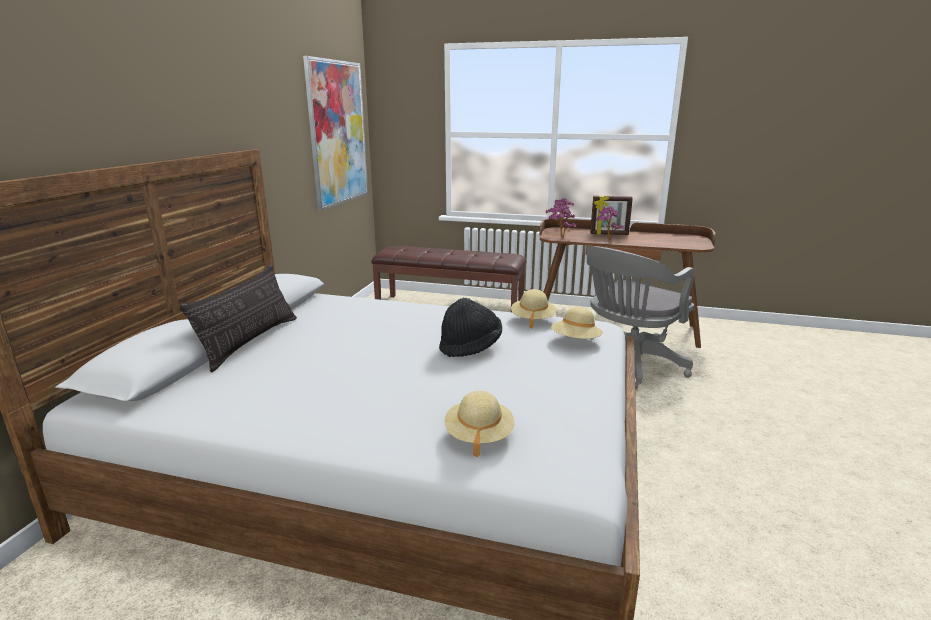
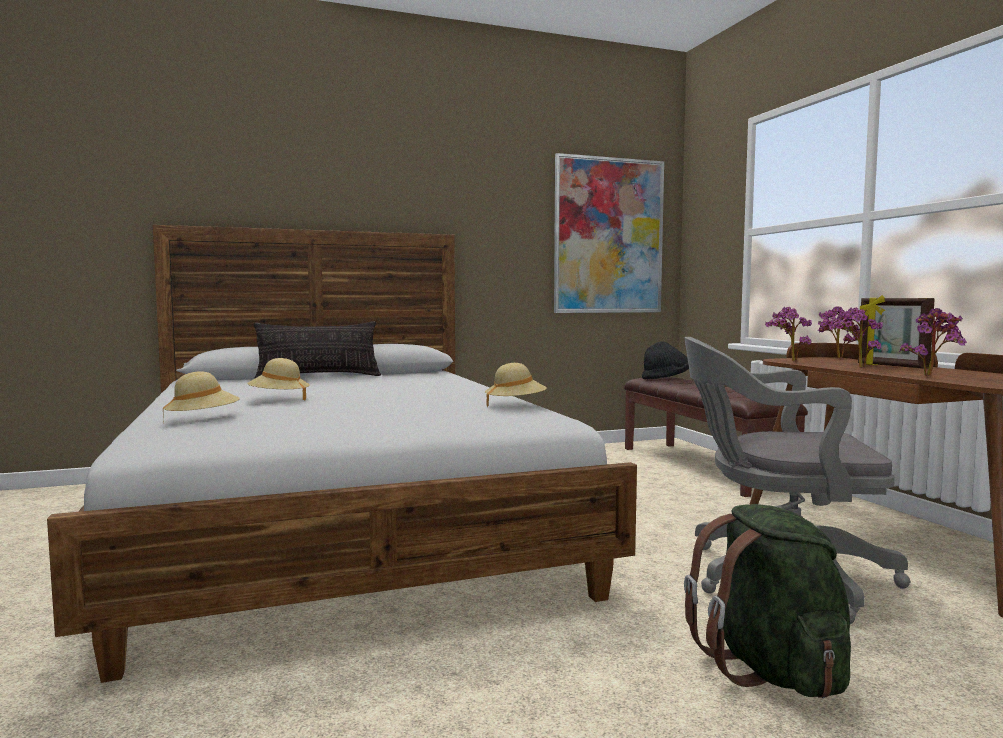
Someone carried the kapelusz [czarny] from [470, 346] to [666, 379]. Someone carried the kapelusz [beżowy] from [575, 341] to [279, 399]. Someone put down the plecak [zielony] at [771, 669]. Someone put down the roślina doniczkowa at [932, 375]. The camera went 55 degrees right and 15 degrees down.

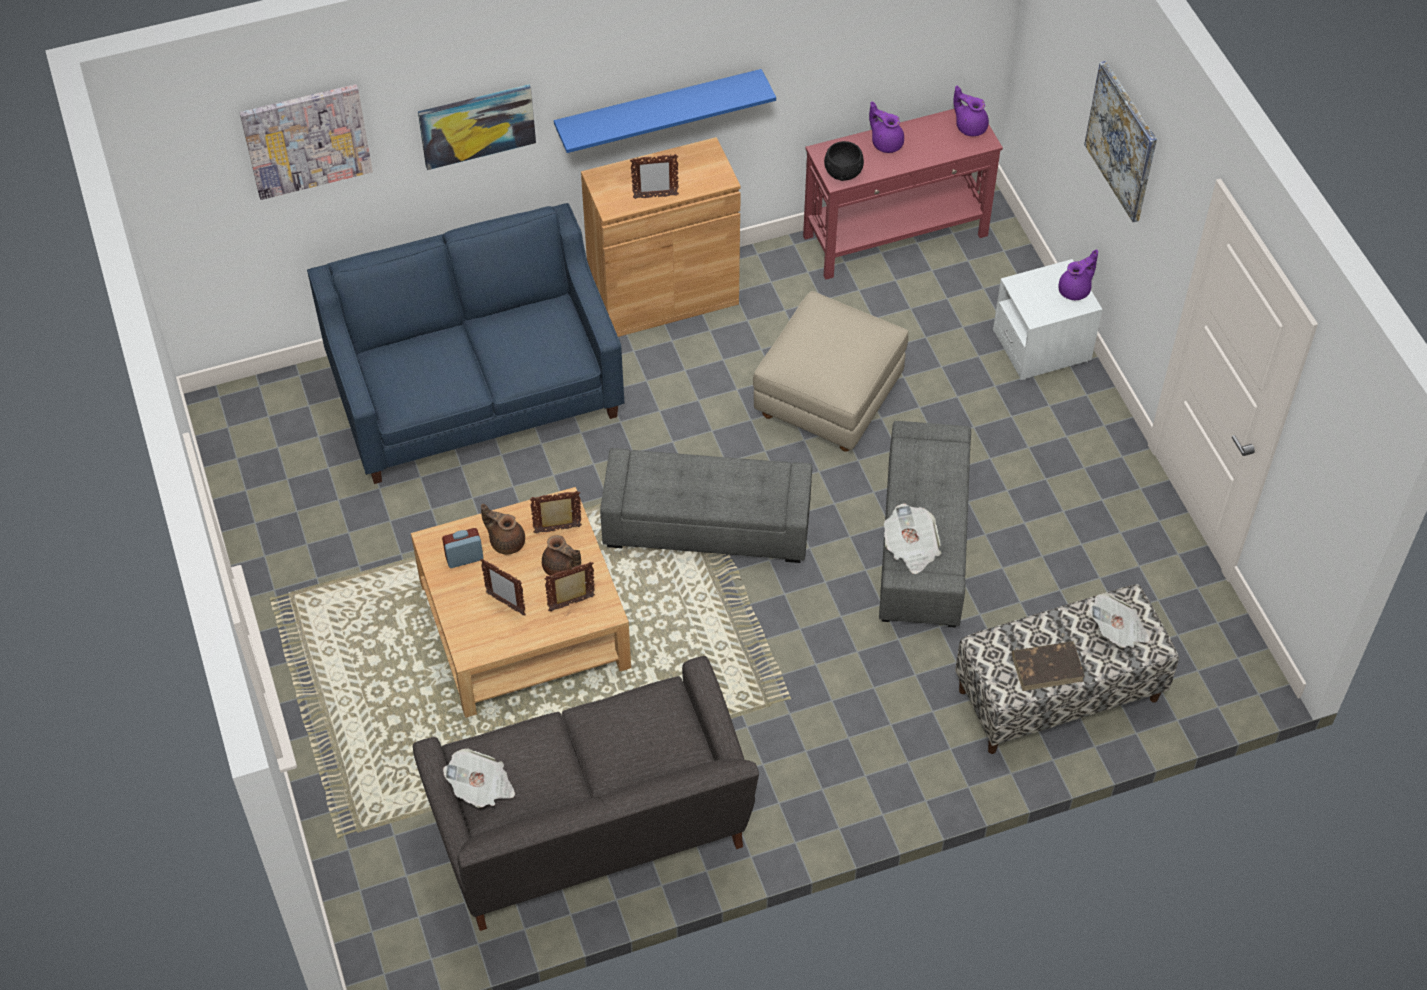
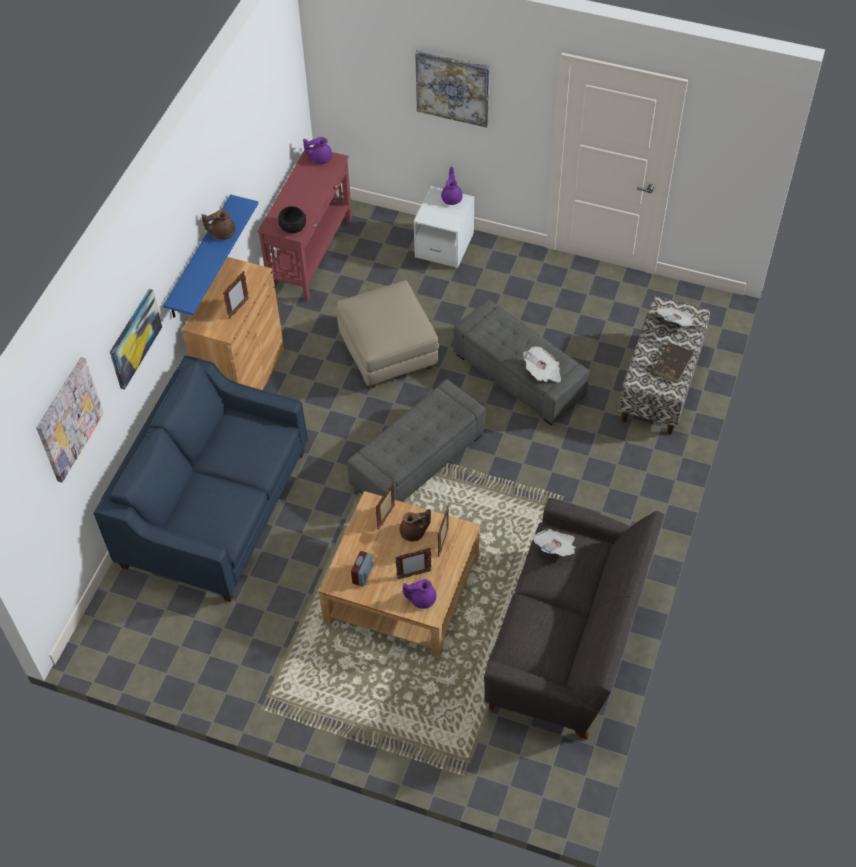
Someone carried the gazeta from [481, 788] to [555, 548]. Someone carried the imbryk [brązowy] from [506, 541] to [222, 233]. Someone carried the imbryk [fioletowy] from [886, 143] to [421, 599]. The camera went 50 degrees left and 0 degrees up.

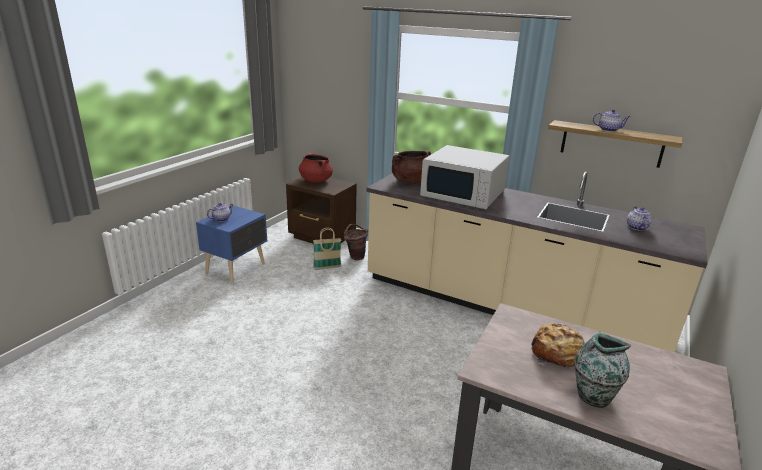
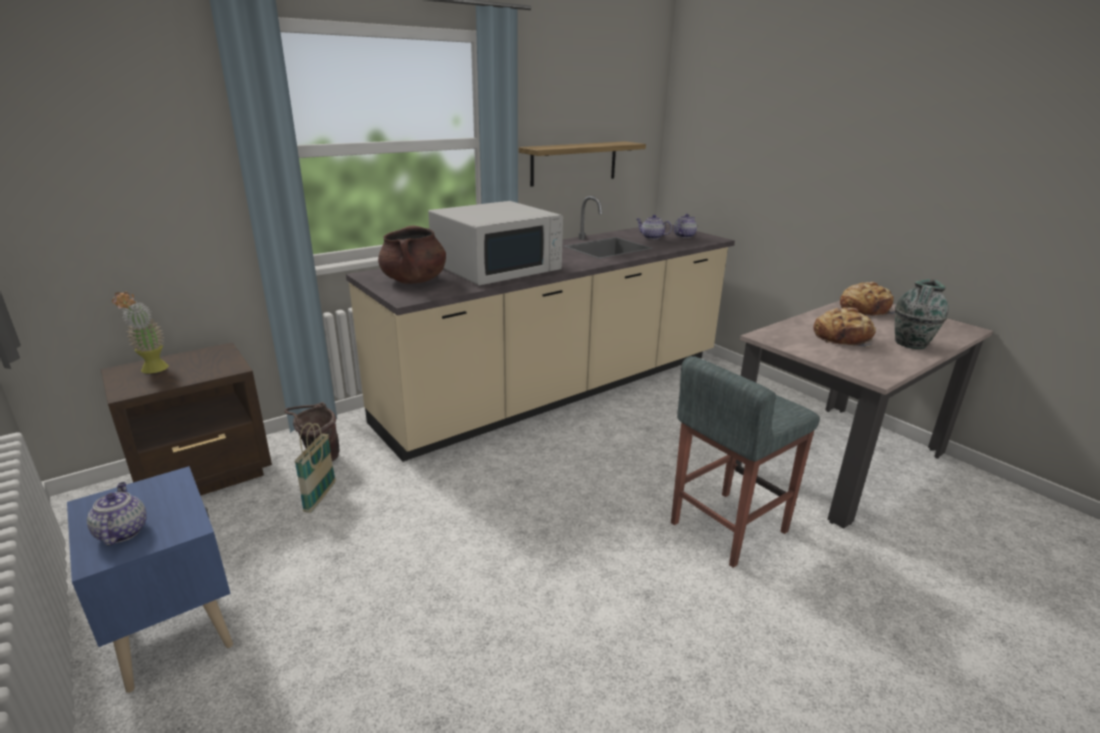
Someone swapped the garnek [czerwony] at [315, 180] for the roślina doniczkowa at [152, 371]. Someone carried the imbryk from [609, 130] to [684, 236]. Someone put down the stołek [szary] at [727, 527]. Someone put down the chleb at [864, 309]. The camera went 65 degrees left and 0 degrees up.

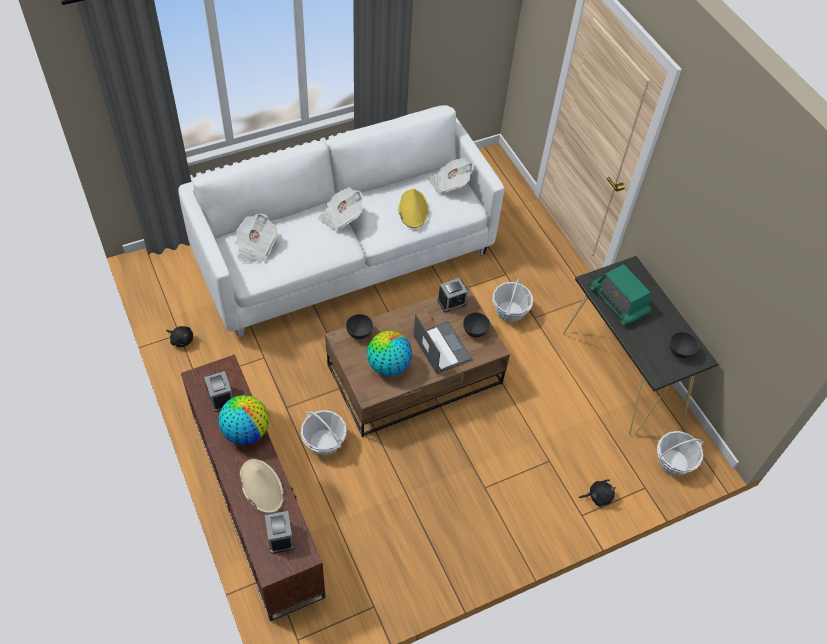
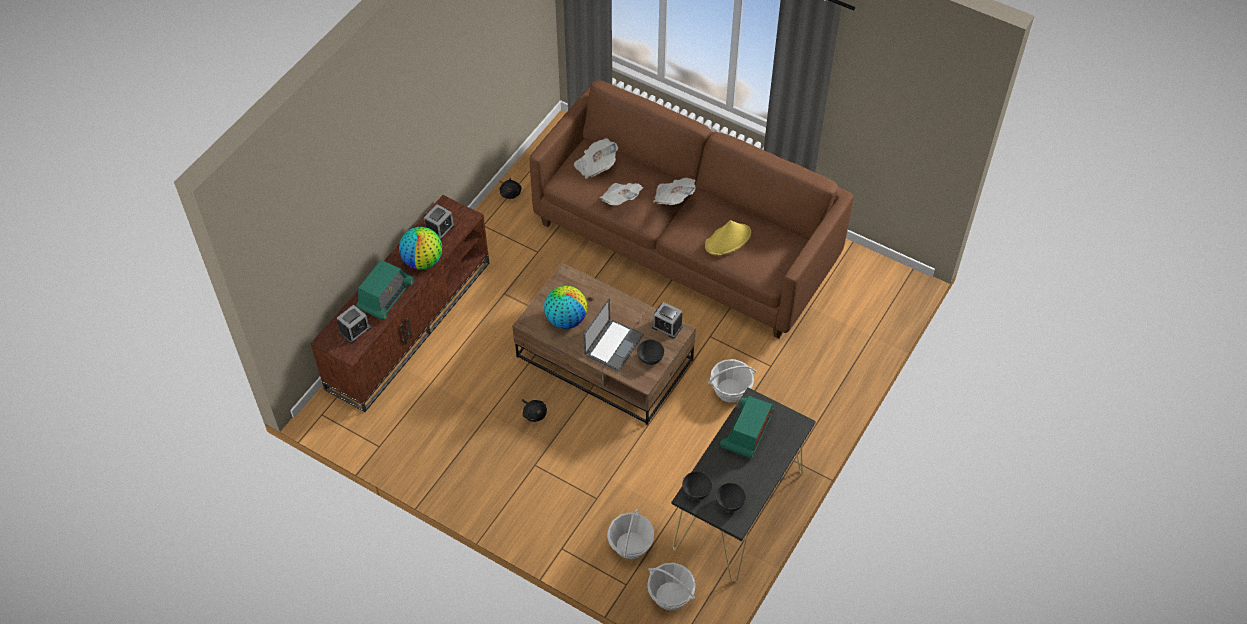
Someone repainted the kanapa [biały] at [345, 254], which became the kanapa [brązowy] at [686, 241]. Someone swapped the kapelusz [beżowy] at [261, 486] for the radio at [386, 296]. Someone carried the koszyk from [324, 442] to [630, 545]. Someone carried the miska [szary] from [359, 333] to [696, 492]. Someone carried the gazeta from [449, 183] to [621, 200]. Someone carried the pluszak [czarny] from [598, 496] to [534, 413]. The camera went 60 degrees right and 0 degrees up.

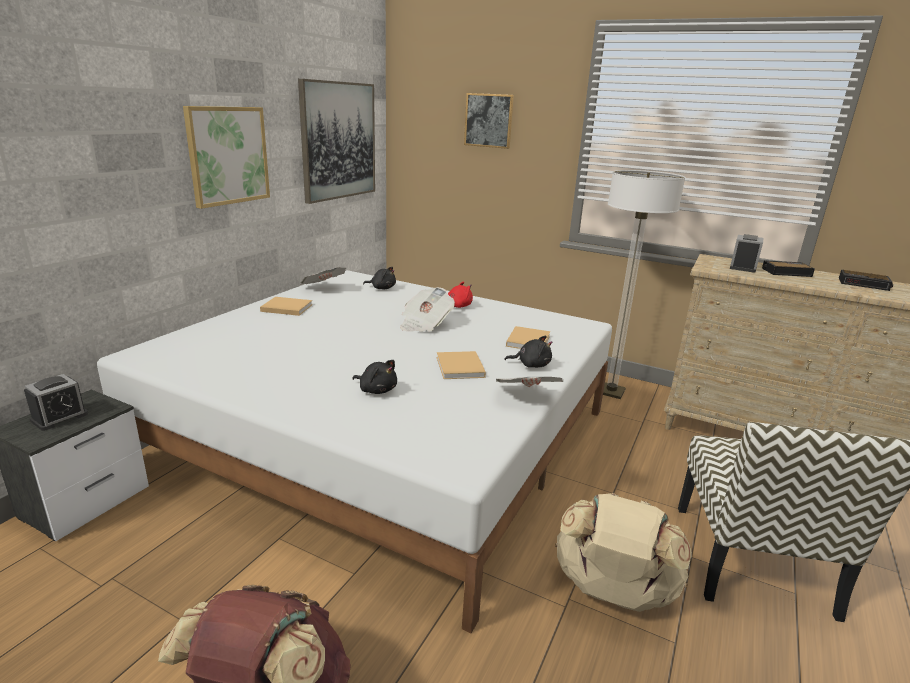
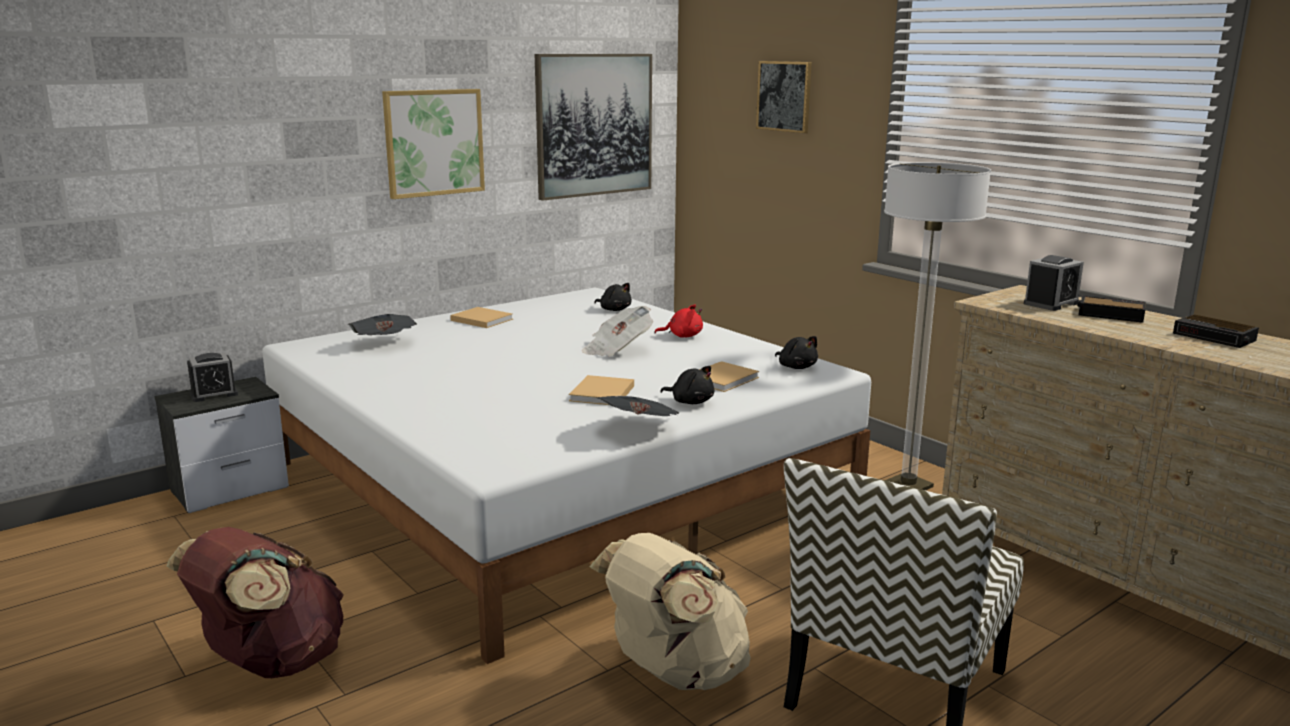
Someone carried the gazeta from [323, 288] to [384, 343]. Someone carried the pluszak [czarny] from [376, 390] to [796, 367]. The camera went 25 degrees right and 5 degrees down.

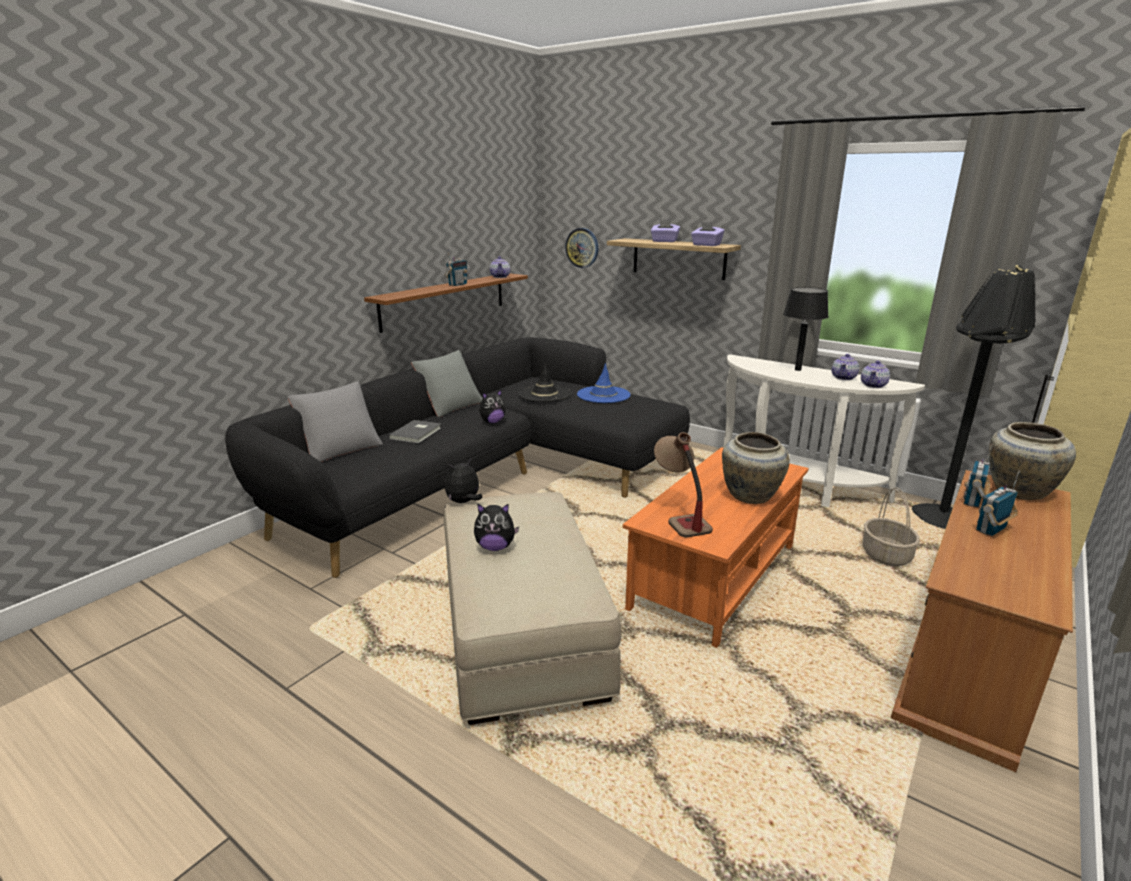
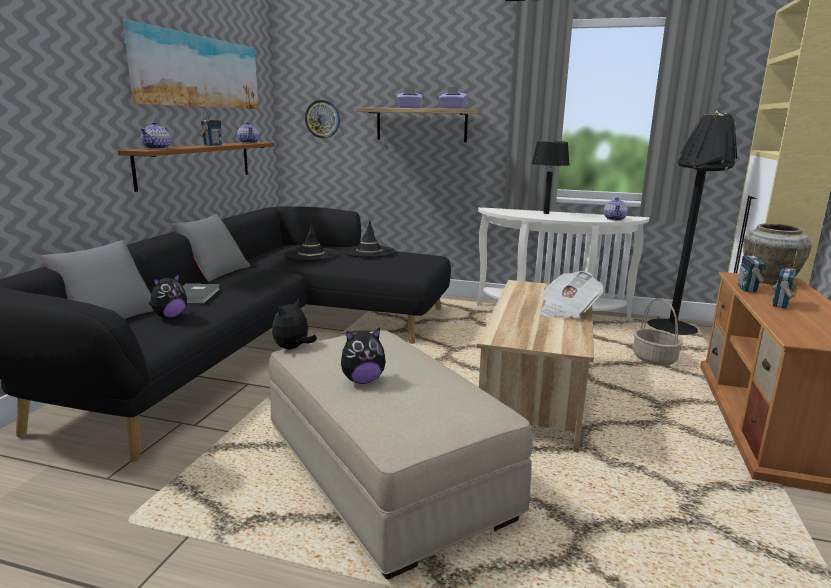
Someone carried the pluszak from [492, 422] to [169, 317]. Someone repainted the kapelusz [niebieski] at [603, 395], which became the kapelusz [czarny] at [369, 252]. Someone repainted the ława [pomarańczowy] at [714, 576], which became the ława [beżowy] at [534, 395]. Someone took away the lampa stołowa at [679, 517]. Someone swapped the wazon [beżowy] at [750, 496] for the gazeta at [567, 311]. Someone carried the imbryk from [844, 377] to [157, 148]. Someone put up the obraz at [198, 71]. The camera went 20 degrees left and 5 degrees down.

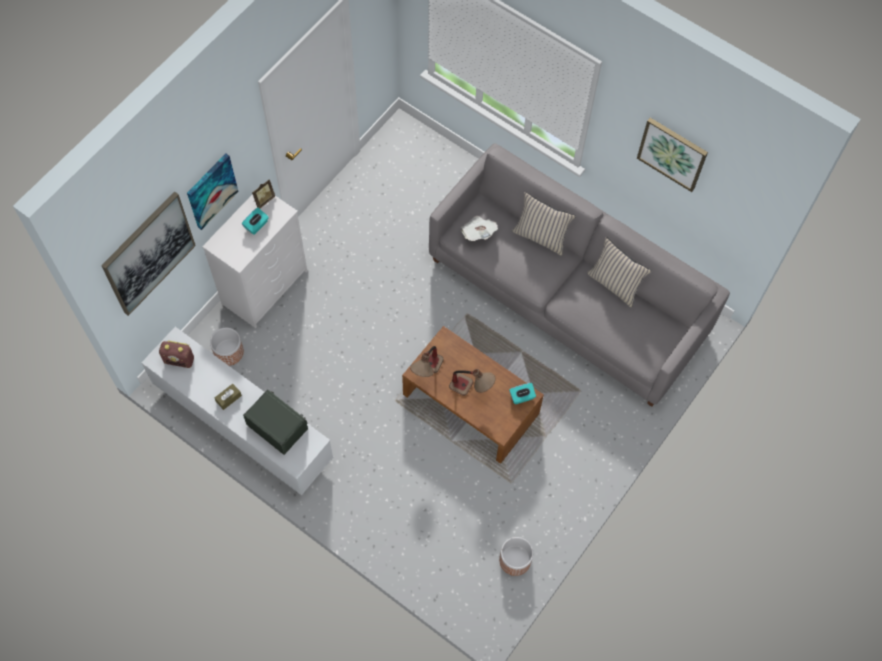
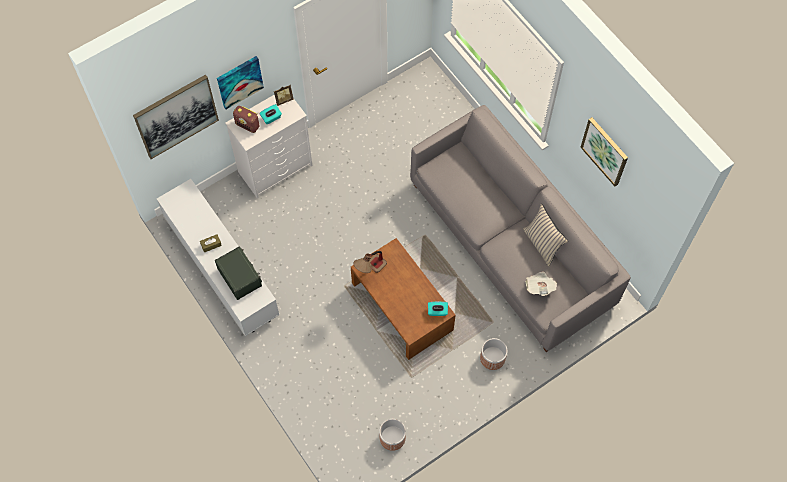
Someone carried the radio from [179, 360] to [247, 125]. Someone carried the donica from [228, 352] to [492, 358]. Someone took away the lampa stołowa at [471, 389]. Someone carried the gazeta from [478, 233] to [540, 286]. Someone took away the poduszka [beżowy] at [541, 236]. The camera went 20 degrees right and 0 degrees up.

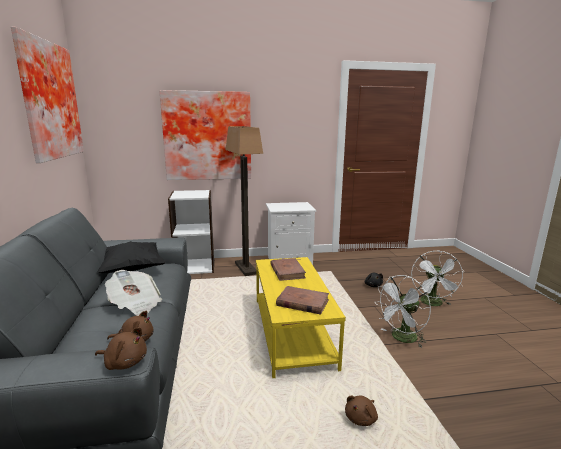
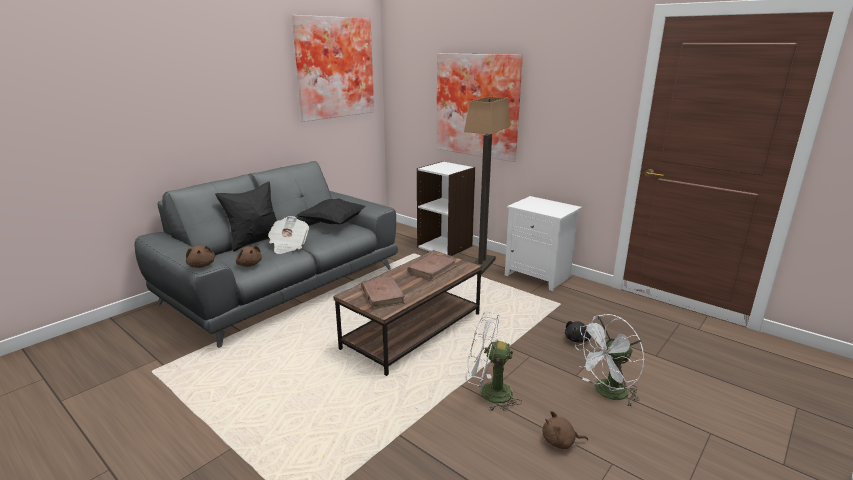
Someone repainted the ława [żółty] at [291, 331], which became the ława [brązowy] at [413, 330]. Someone carried the pluszak [brązowy] from [361, 418] to [560, 442]. Someone put down the poduszka [czarny] at [255, 241]. The camera went 50 degrees right and 5 degrees up.

